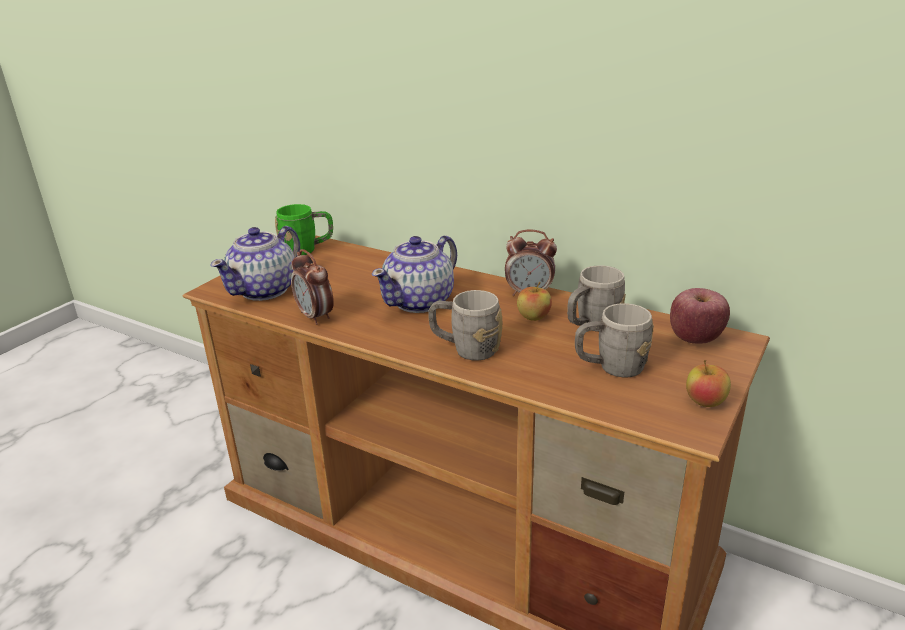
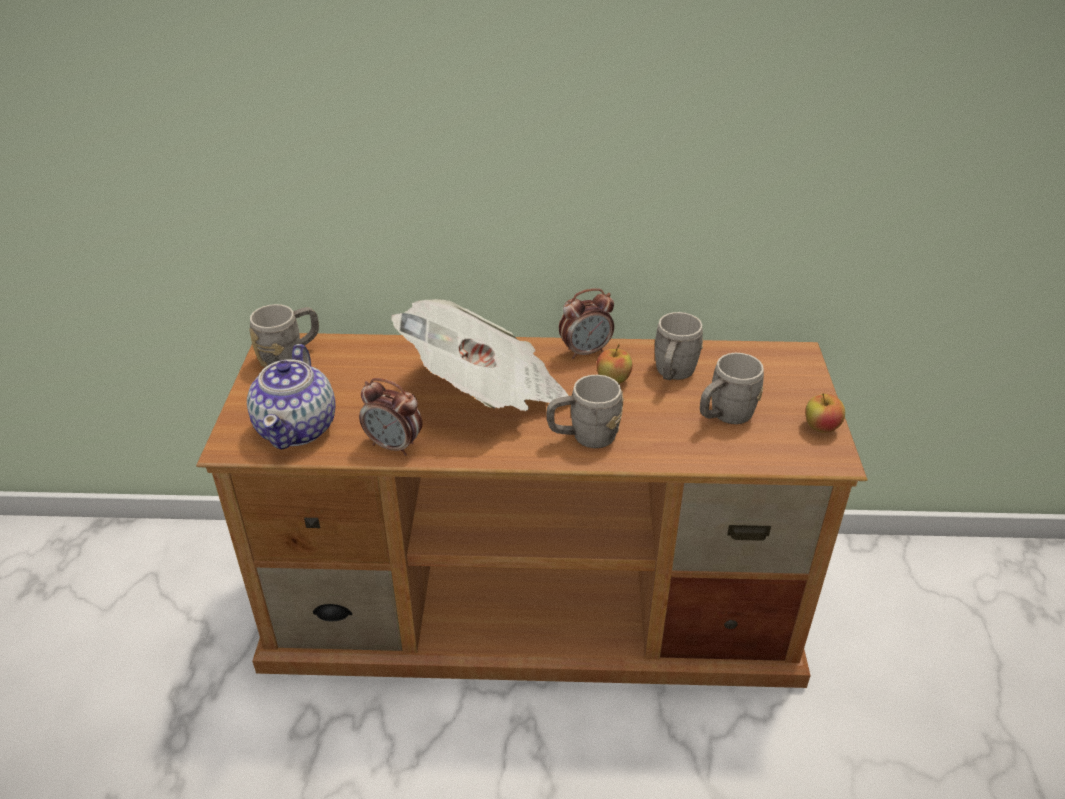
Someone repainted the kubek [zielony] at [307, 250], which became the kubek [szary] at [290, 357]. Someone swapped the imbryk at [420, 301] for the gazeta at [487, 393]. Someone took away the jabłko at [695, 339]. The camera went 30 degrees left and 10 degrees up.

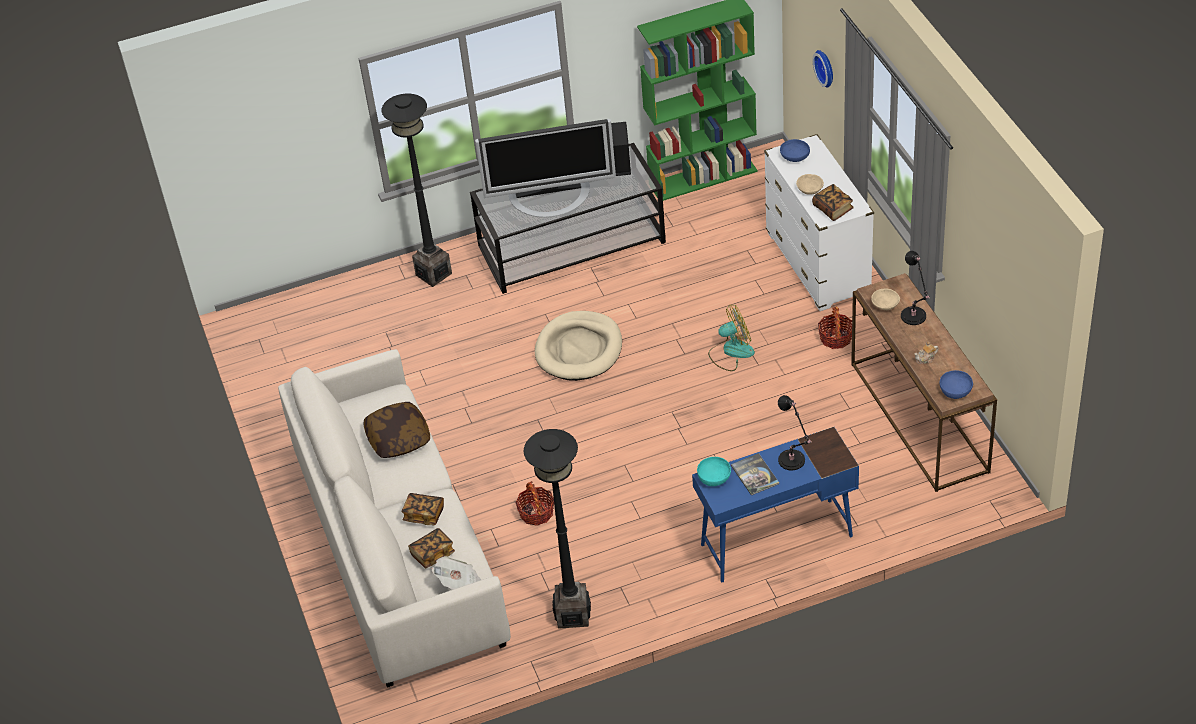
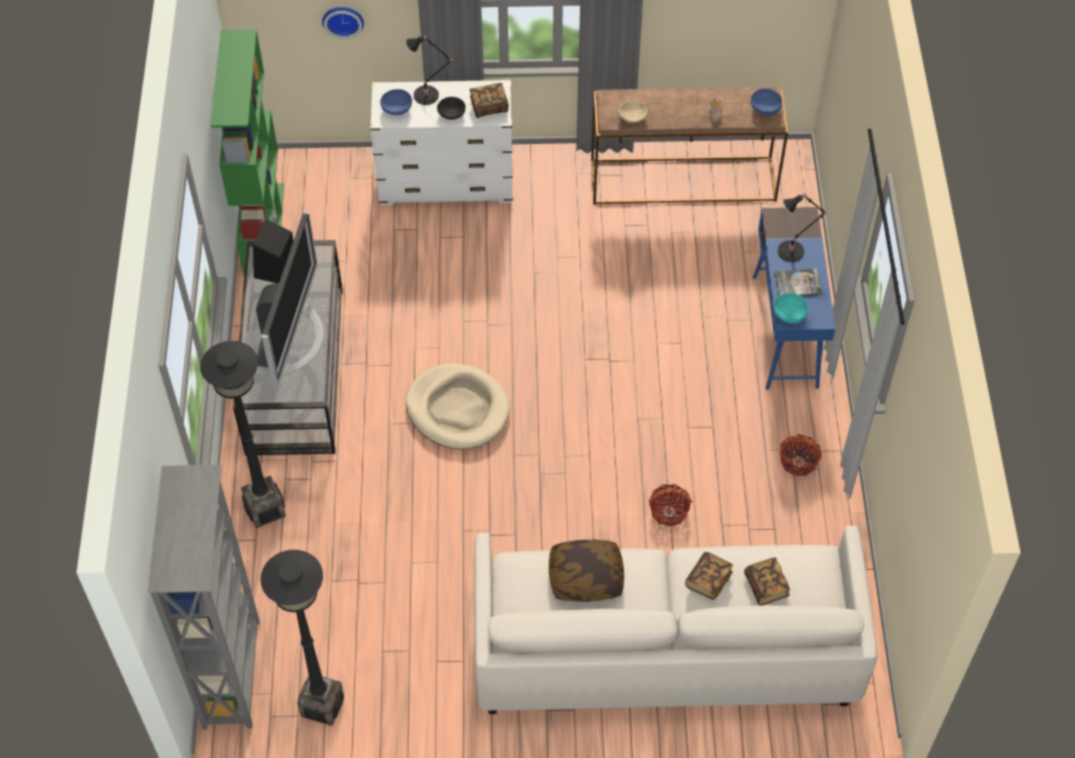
Someone took away the gazeta at [459, 582]. Someone carried the lampa stojąca [czarny] from [573, 615] to [322, 706]. Someone took away the wentylator at [731, 352]. Someone repainted the miska [beżowy] at [809, 190], which became the miska [czarny] at [451, 114]. Someone carried the koszyk from [836, 338] to [798, 461]. Someone carried the lampa stołowa [czarny] from [914, 317] to [428, 95]. Someone put down the regał [szary] at [233, 673]. The camera went 75 degrees left and 10 degrees up.

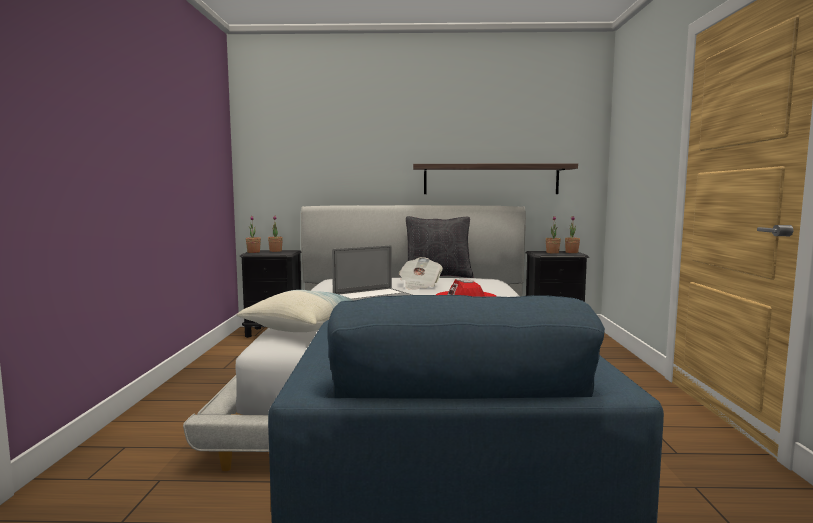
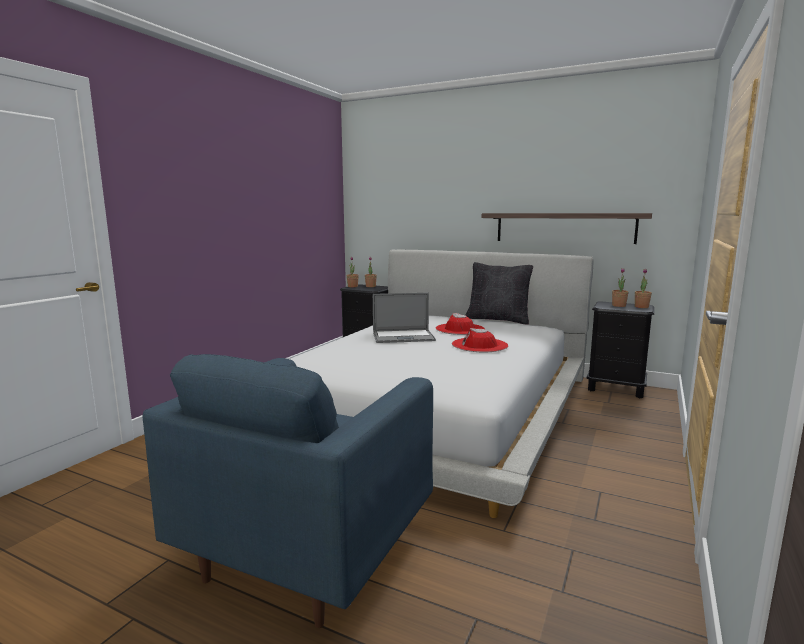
Someone took away the poduszka at [303, 326]. Someone swapped the gazeta at [419, 286] for the kapelusz [czerwony] at [460, 329]. The camera went 25 degrees right and 5 degrees up.

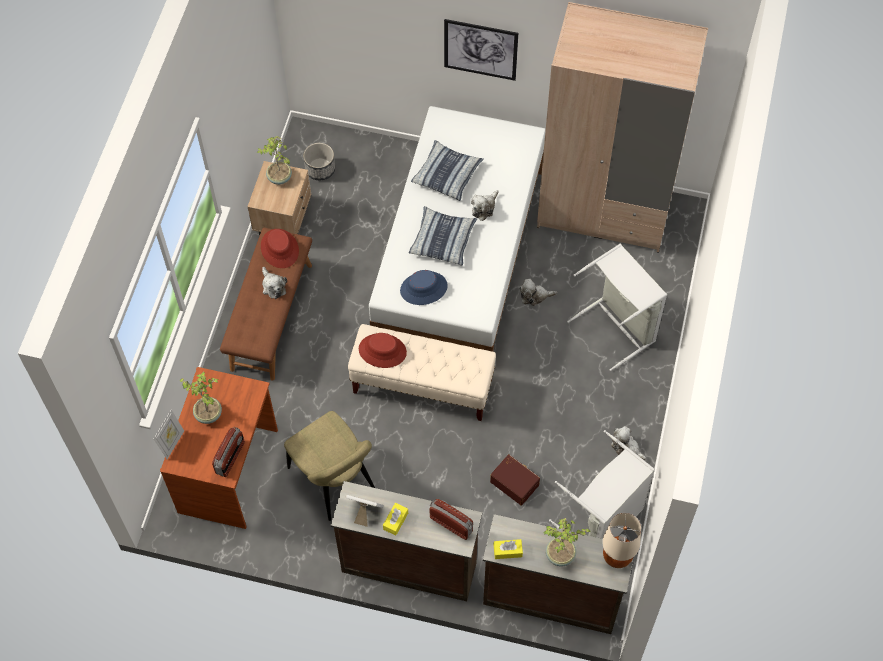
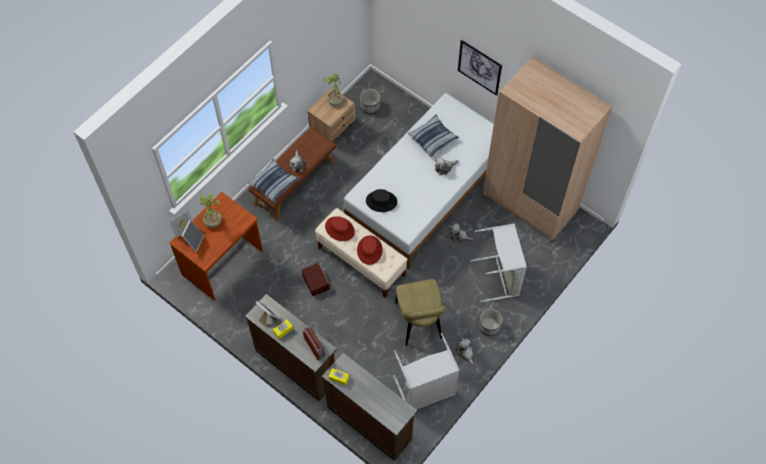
Someone took away the radio at [230, 458]. Someone carried the kapelusz [czerwony] from [280, 249] to [369, 250]. Someone carried the krzesło [beżowy] from [334, 481] to [419, 323]. Someone repainted the kapelusz [niebieski] at [423, 288], which became the kapelusz [czarny] at [381, 201]. Someone carried the poduszka from [443, 240] to [274, 183]. Someone carried the pojemnik do przechowywania [brązowy] from [515, 482] to [316, 281]. Someone took away the roślina doniczkowa at [560, 555]. Someone took away the lampa stołowa [beżowy] at [617, 557]. Someone put down the ramka na zdjęcie at [193, 241]. Someone put down the donica at [489, 326]. The camera went 25 degrees right and 0 degrees up.

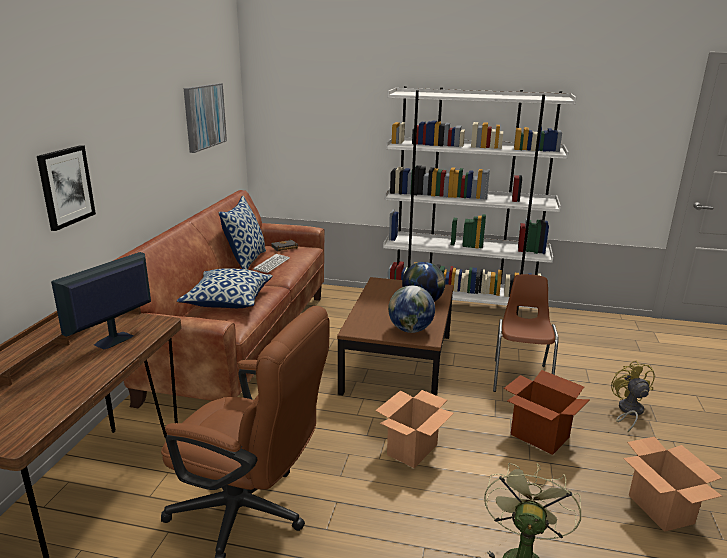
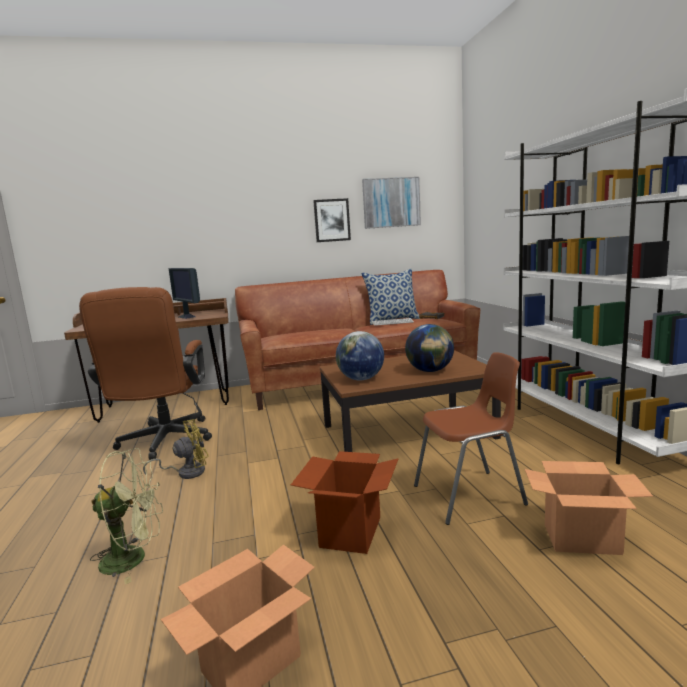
Someone carried the obraz from [65, 186] to [332, 220]. Someone rotated the monitor at [113, 340] by 135 degrees counterclockwise. Someone took away the poduszka at [228, 300]. Someone carried the karton from [412, 449] to [582, 539]. Someone carried the wentylator [żółty] from [628, 411] to [186, 472]. The camera went 65 degrees right and 10 degrees down.

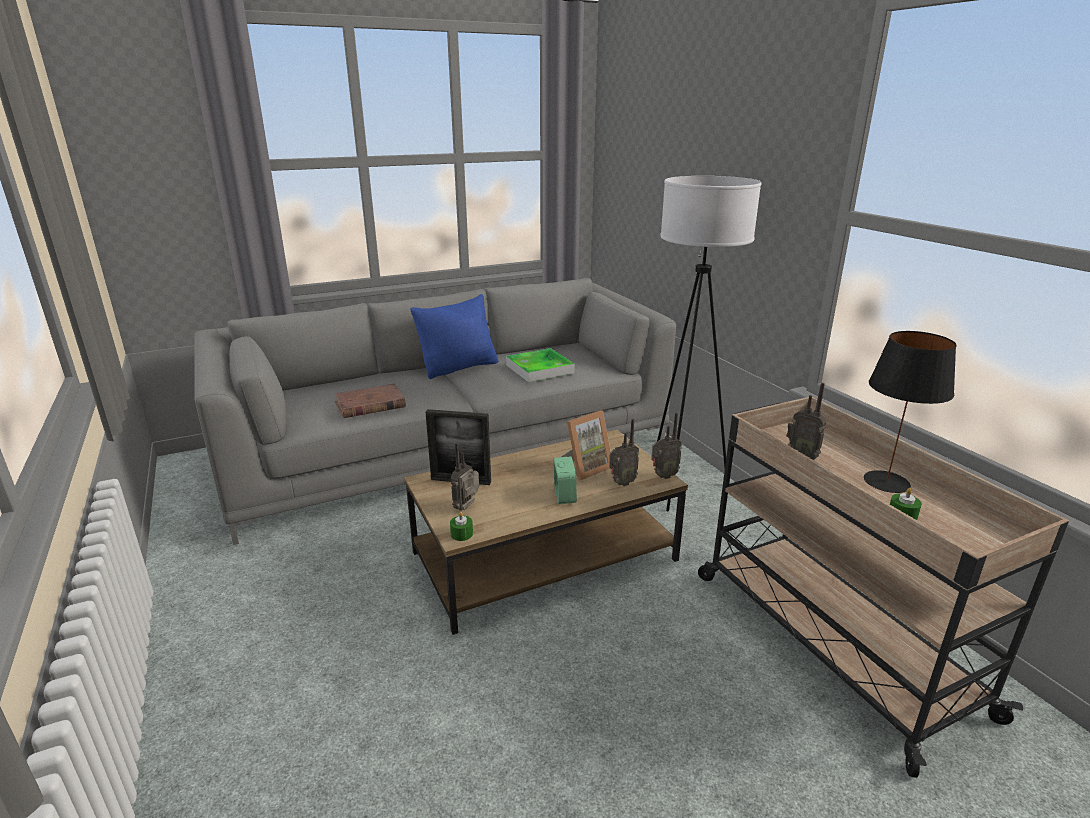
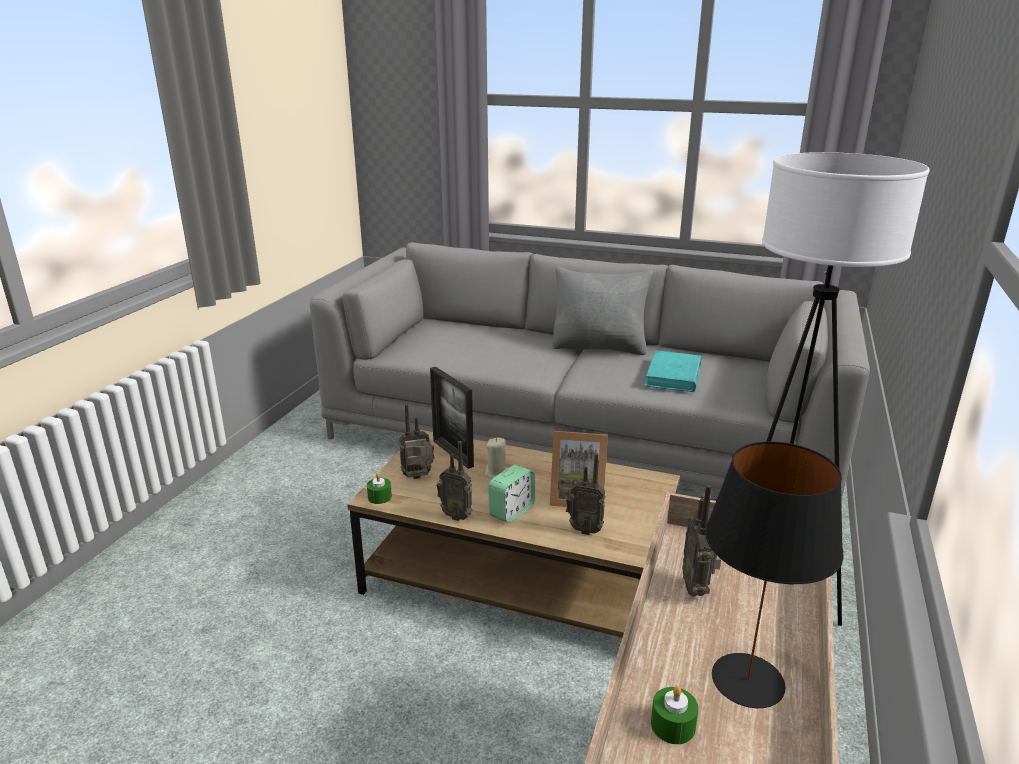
Someone took away the książka [brązowy] at [370, 405]. Someone repainted the poduszka [niebieski] at [459, 367], which became the poduszka [szary] at [600, 347]. Someone swapped the taca at [539, 369] for the książka [turkusowy] at [673, 375]. Someone carried the radio from [663, 476] to [457, 515]. Someone put down the świeca [beżowy] at [497, 473]. The camera went 45 degrees right and 0 degrees up.

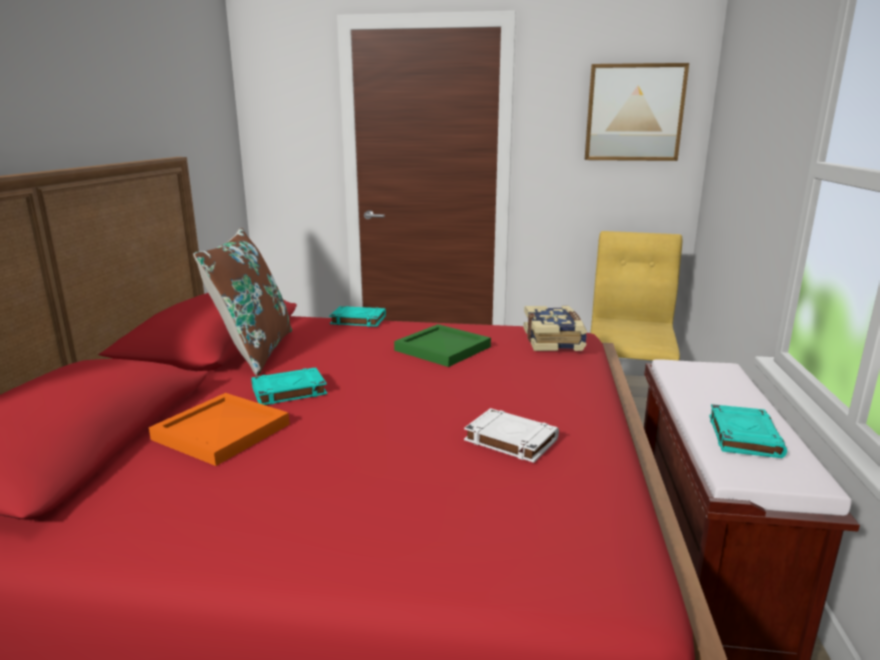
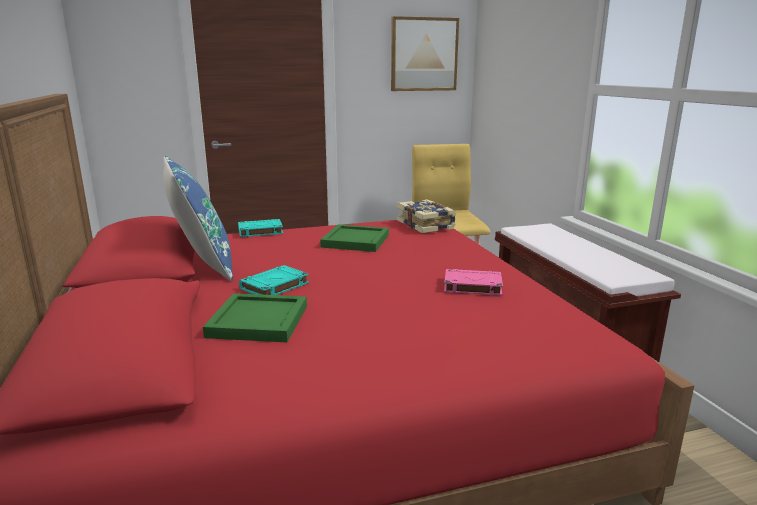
Someone repainted the taca [pomarańczowy] at [224, 431], which became the taca [zielony] at [260, 320]. Someone repainted the poduszka [brązowy] at [254, 351], which became the poduszka [niebieski] at [202, 265]. Someone repainted the książka [biały] at [509, 440], which became the książka [różowy] at [471, 286]. Someone took away the książka [turkusowy] at [743, 436]. The camera went 25 degrees left and 0 degrees up.

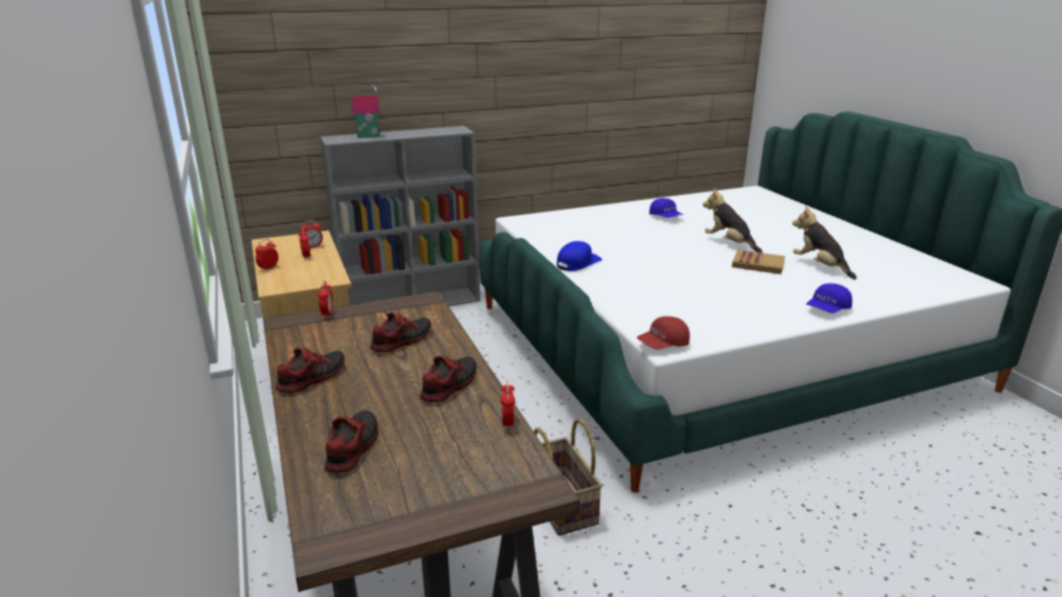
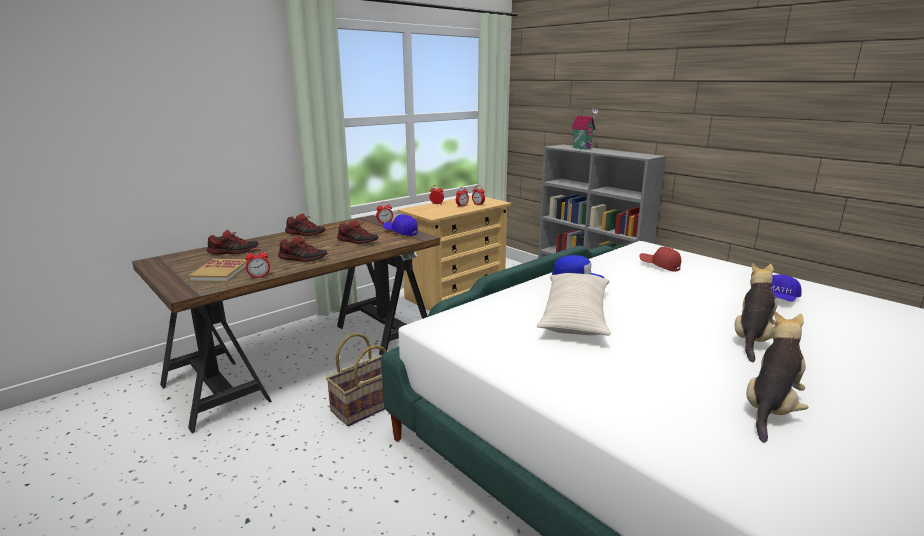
Someone carried the czapka z daszkiem [czerwony] from [662, 345] to [659, 266]. Someone carried the książka from [758, 264] to [220, 273]. Someone carried the czapka z daszkiem [niebieski] from [827, 309] to [400, 232]. Someone put down the poduszka [beżowy] at [575, 315]. The camera went 70 degrees right and 5 degrees down.

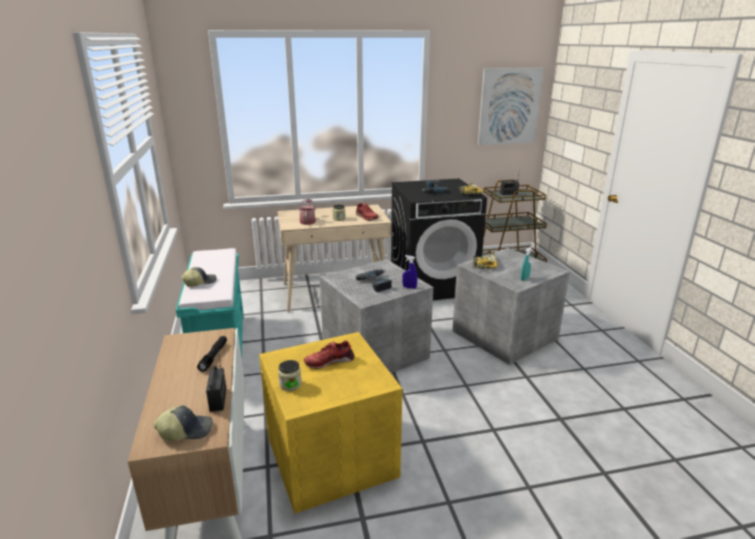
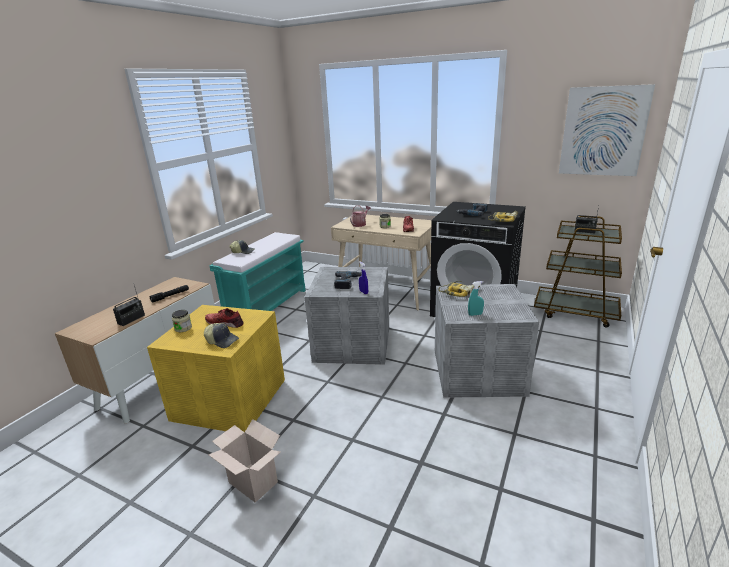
Someone carried the czapka z daszkiem from [186, 430] to [222, 341]. Someone put down the karton at [251, 482]. The camera went 40 degrees right and 0 degrees up.

